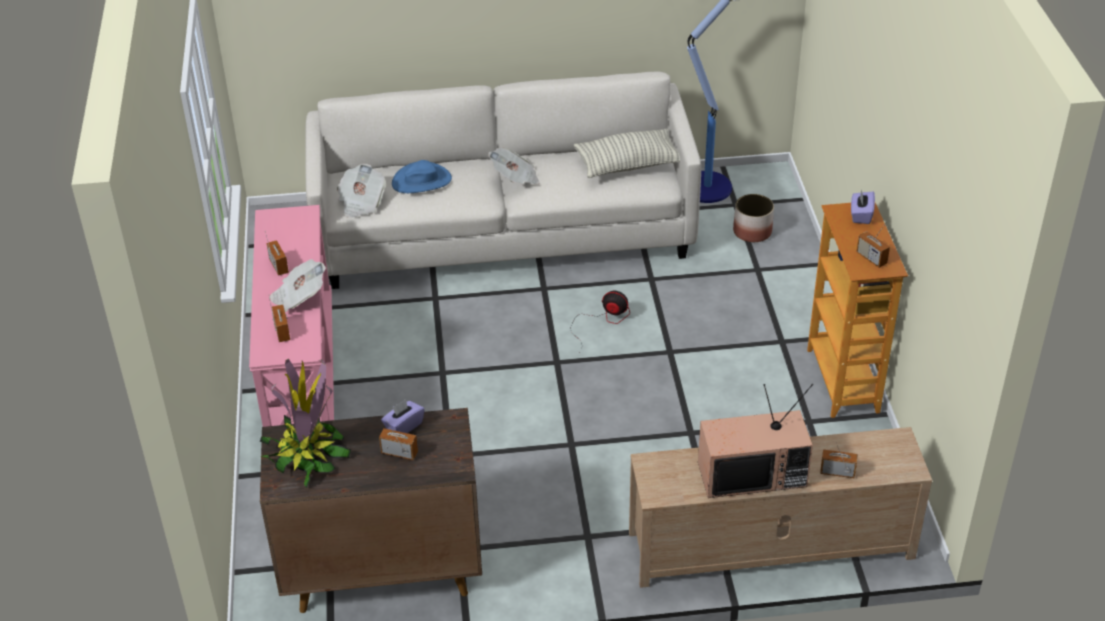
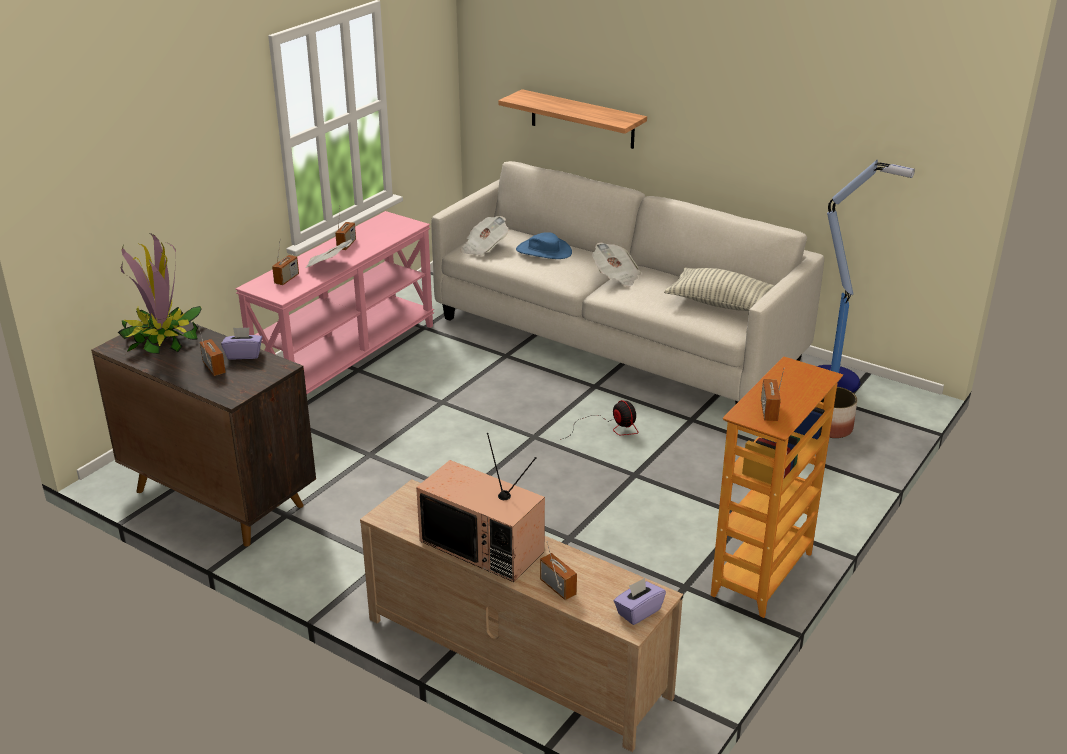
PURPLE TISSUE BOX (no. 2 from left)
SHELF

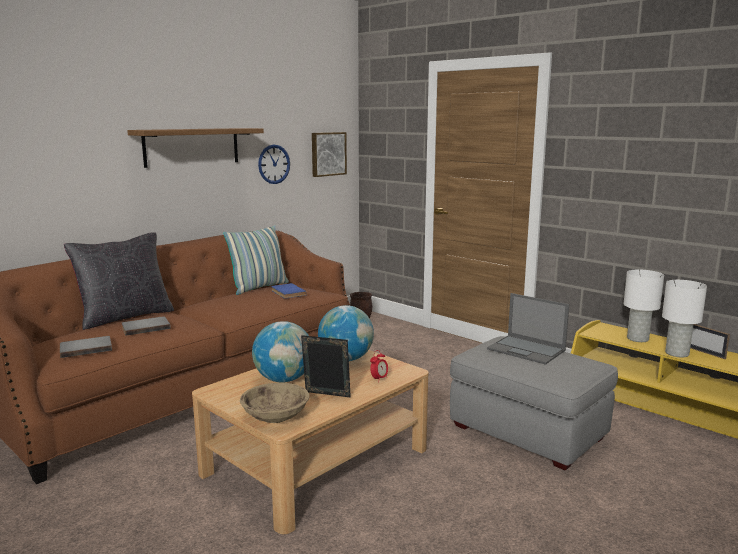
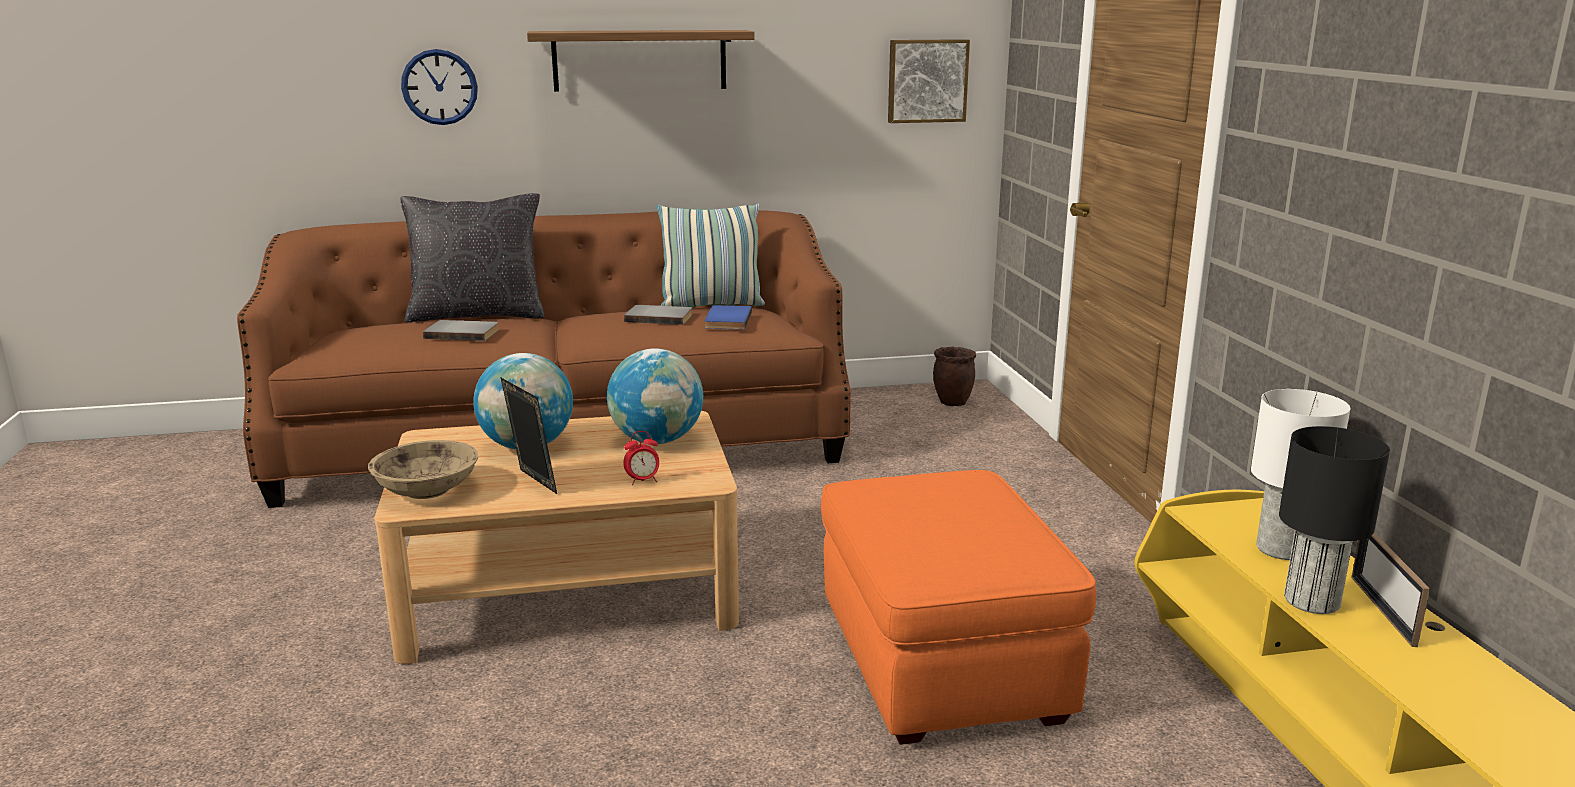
GREY BOOK (no. 2 from left)
WALL CLOCK
ORANGE OTTOMAN
LAPTOP
BLACK TABLE LAMP

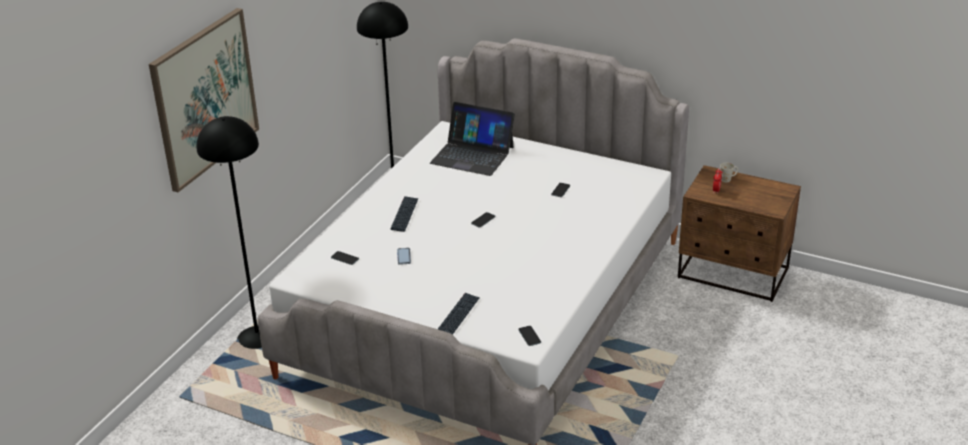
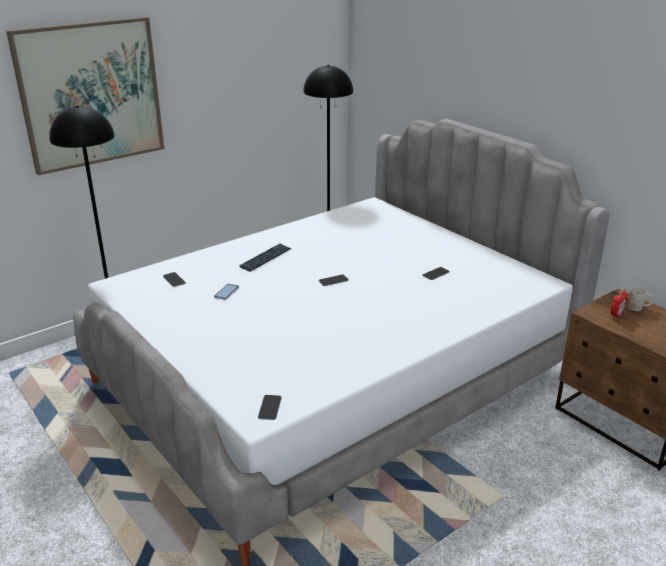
LAPTOP
KEYBOARD (no. 2 from left in the first image)

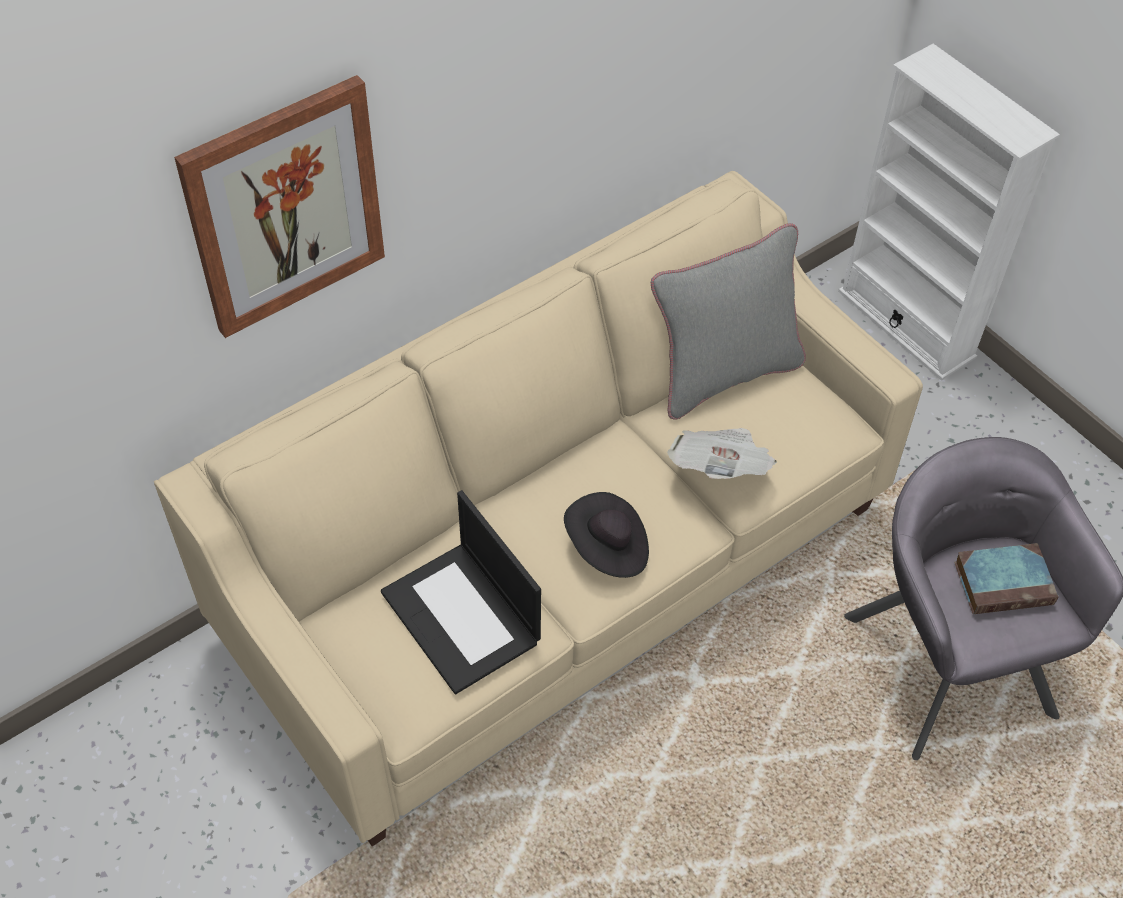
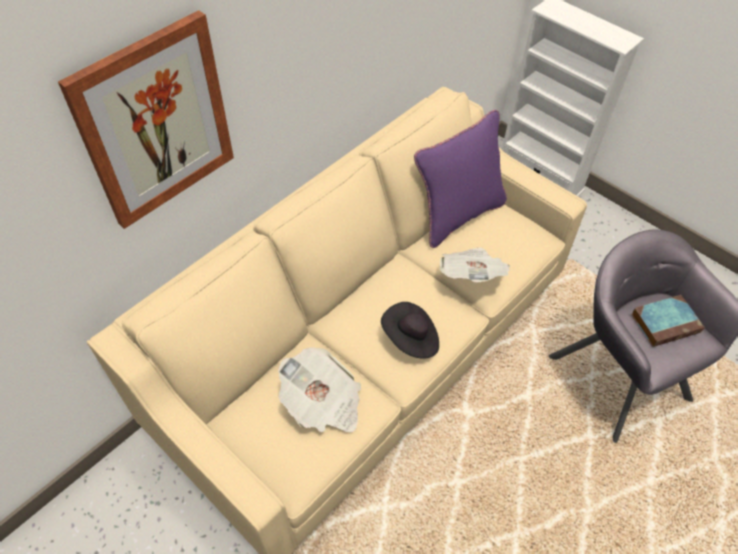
NEWSPAPER (no. 1 from left)
PURPLE PILLOW

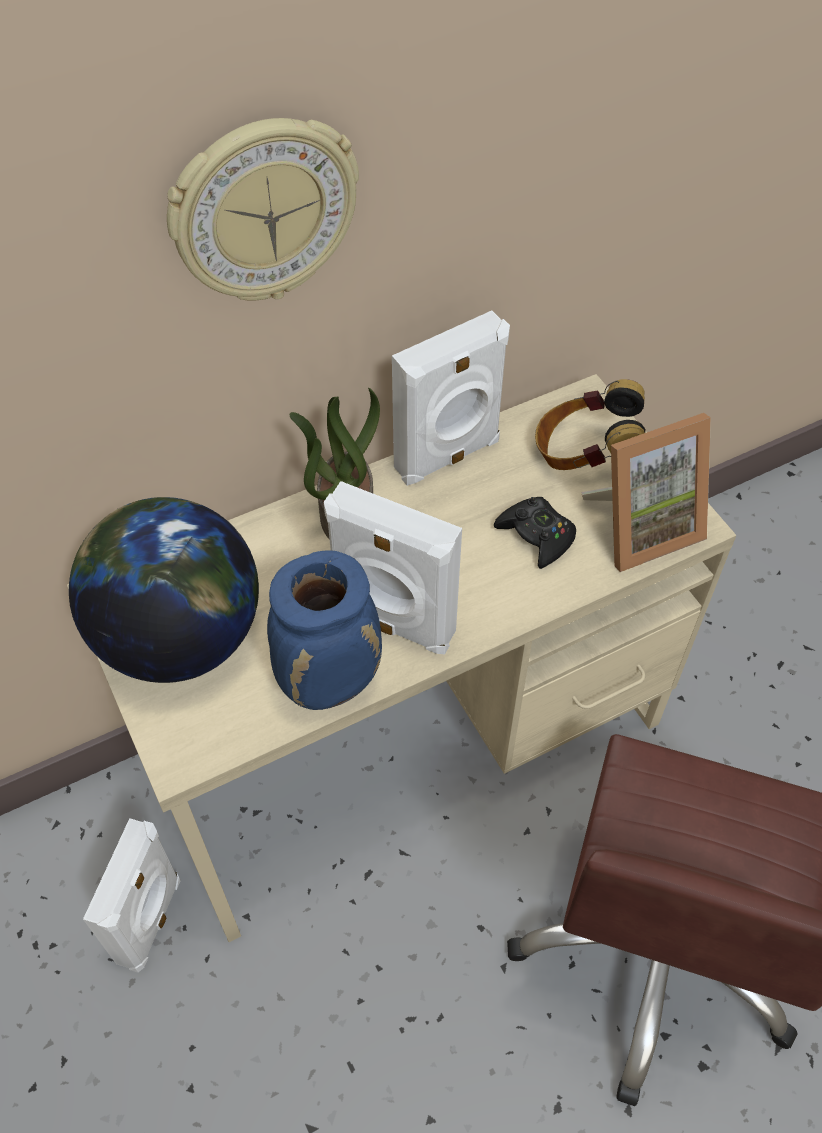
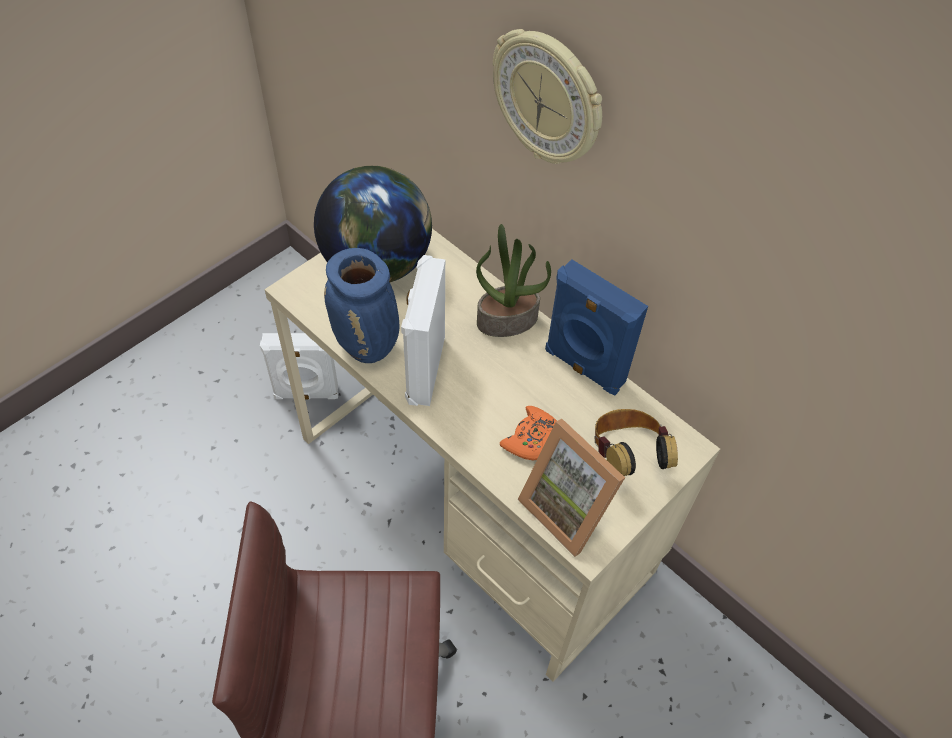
BLUE SPEAKER
ORANGE GAME CONTROLLER

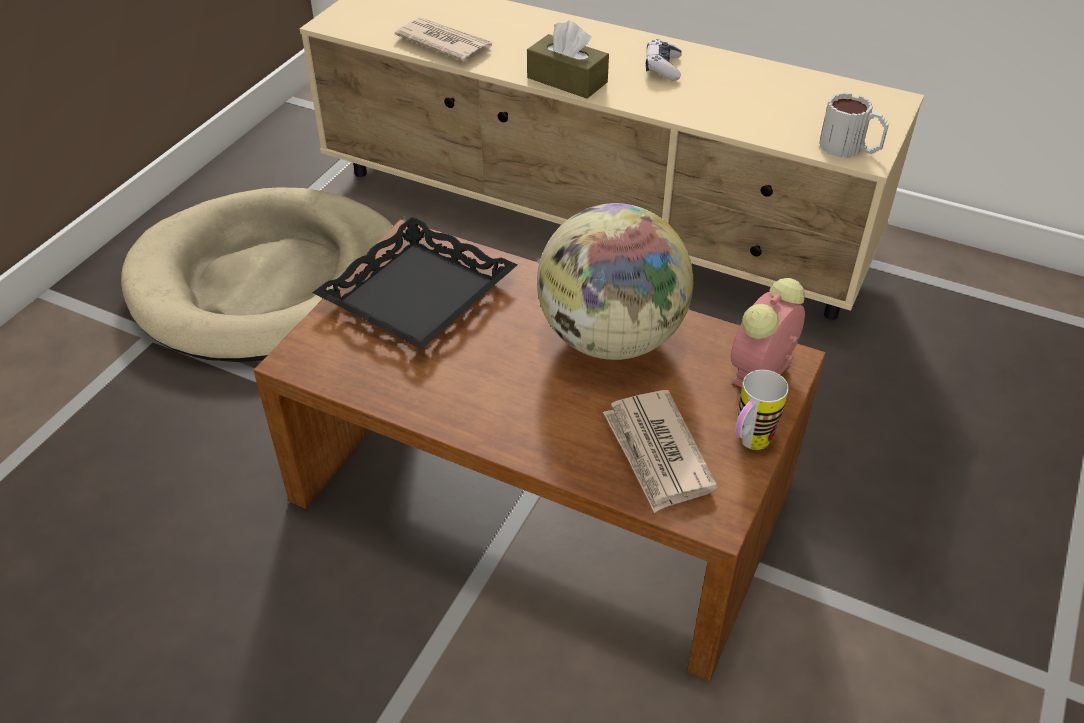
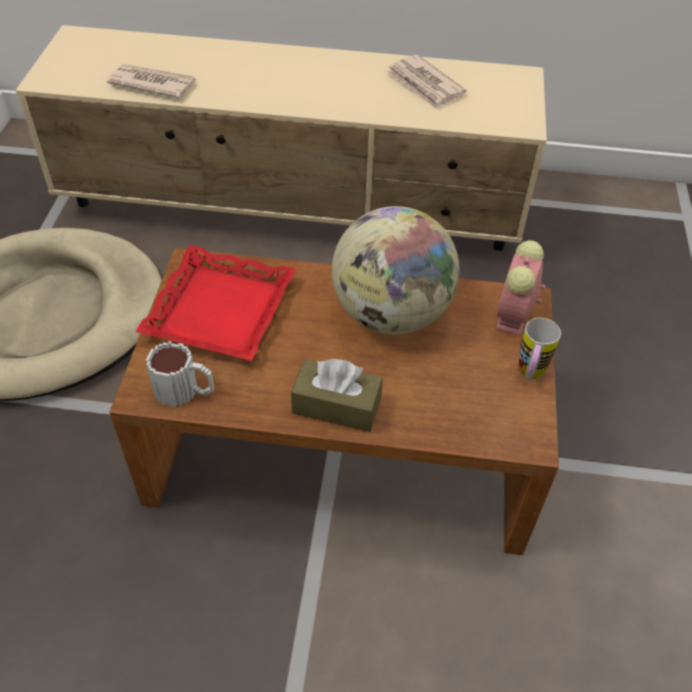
RED TRAY
BROWN TISSUE BOX
NEWSPAPER (no. 2 from left)
GAME CONTROLLER
MUG (no. 1 from left)

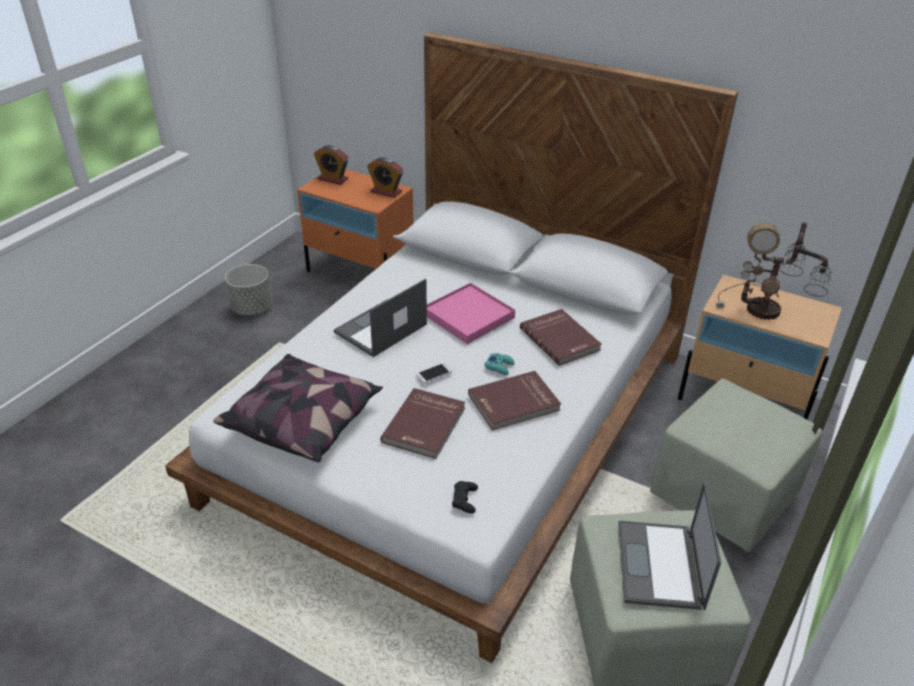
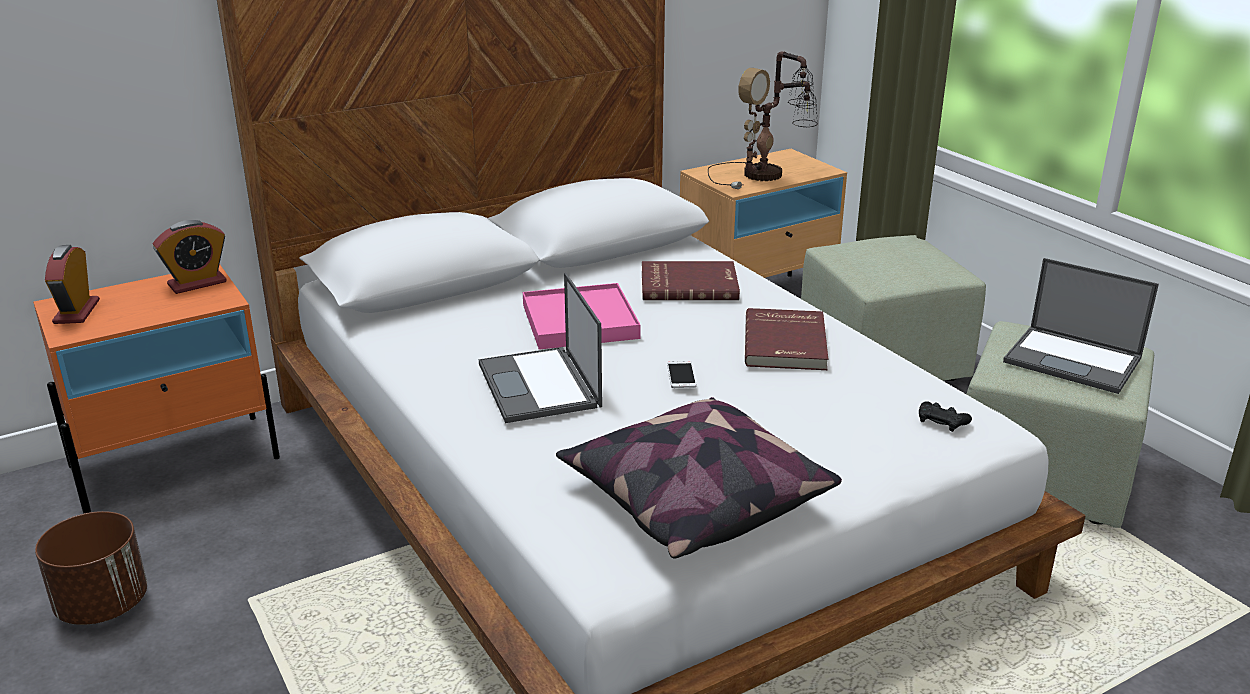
BROWN PLANTER
ALARM CLOCK (no. 1 from left)
RED BOOK (no. 1 from left in the first image)
TURQUOISE GAME CONTROLLER

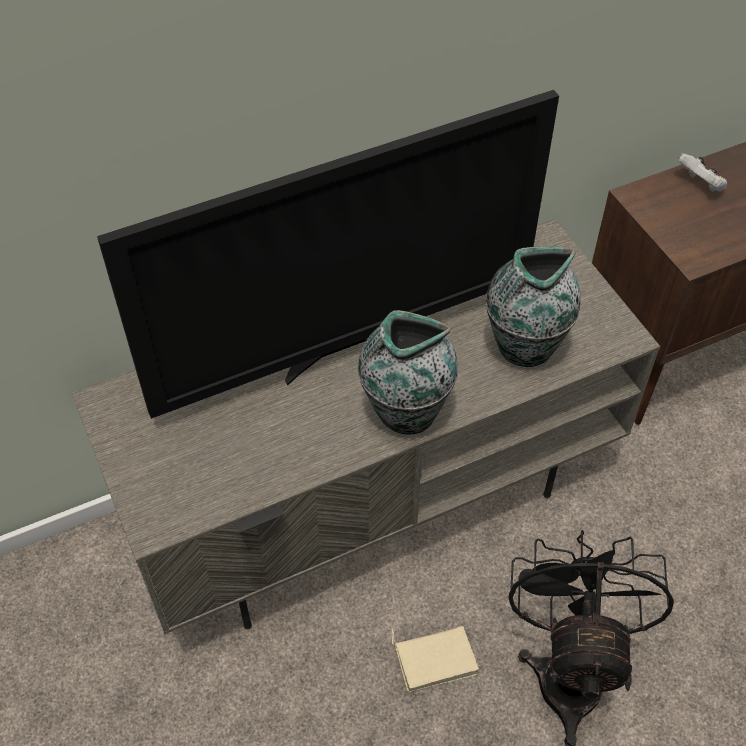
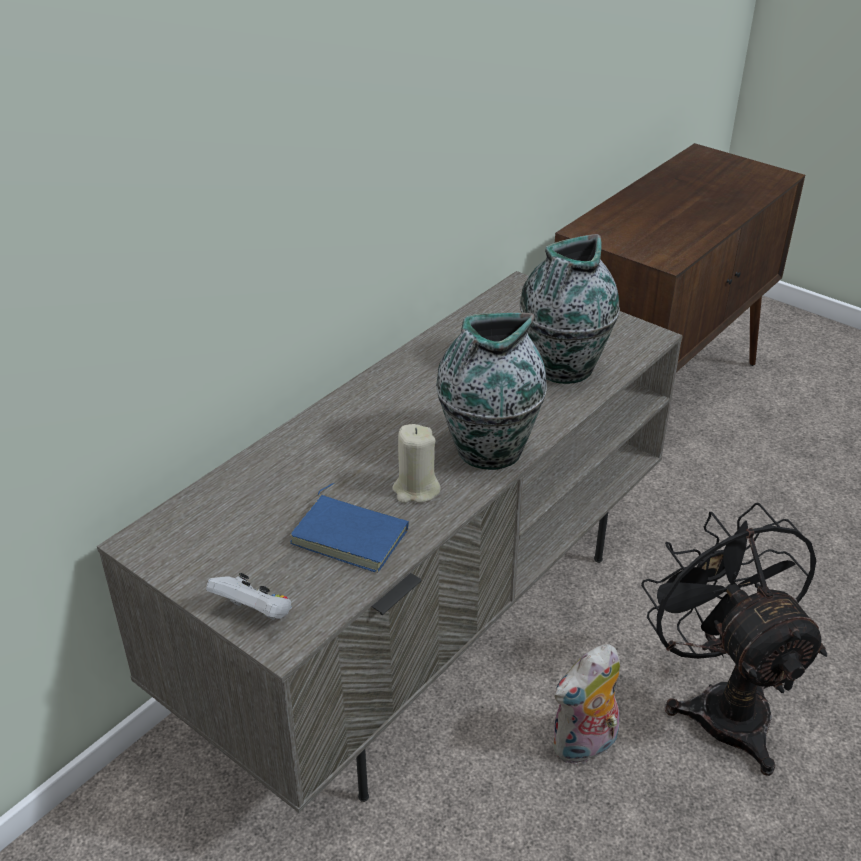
TELEVISION
PLUSH TOY
WHITE GAME CONTROLLER
BLUE BOOK
BEIGE CANDLE

